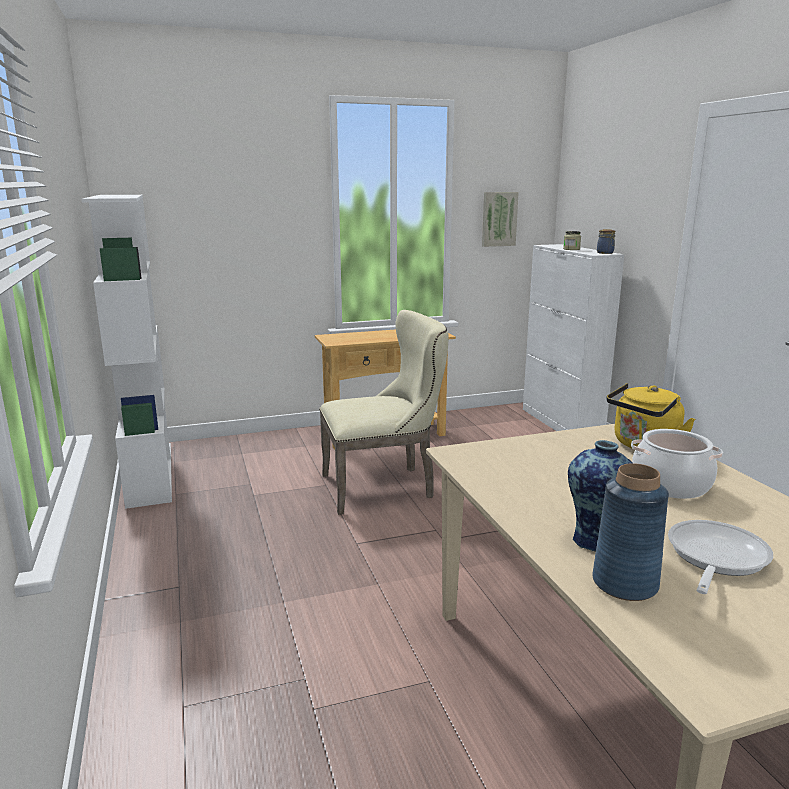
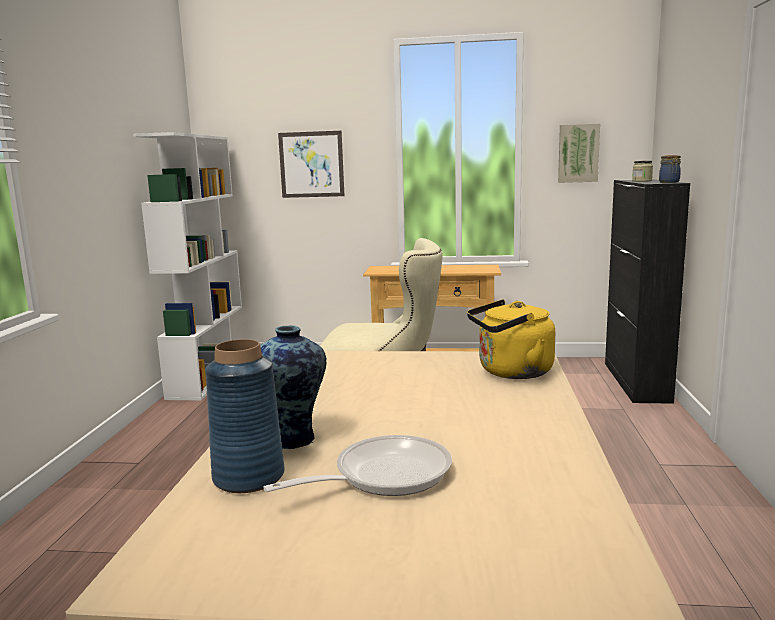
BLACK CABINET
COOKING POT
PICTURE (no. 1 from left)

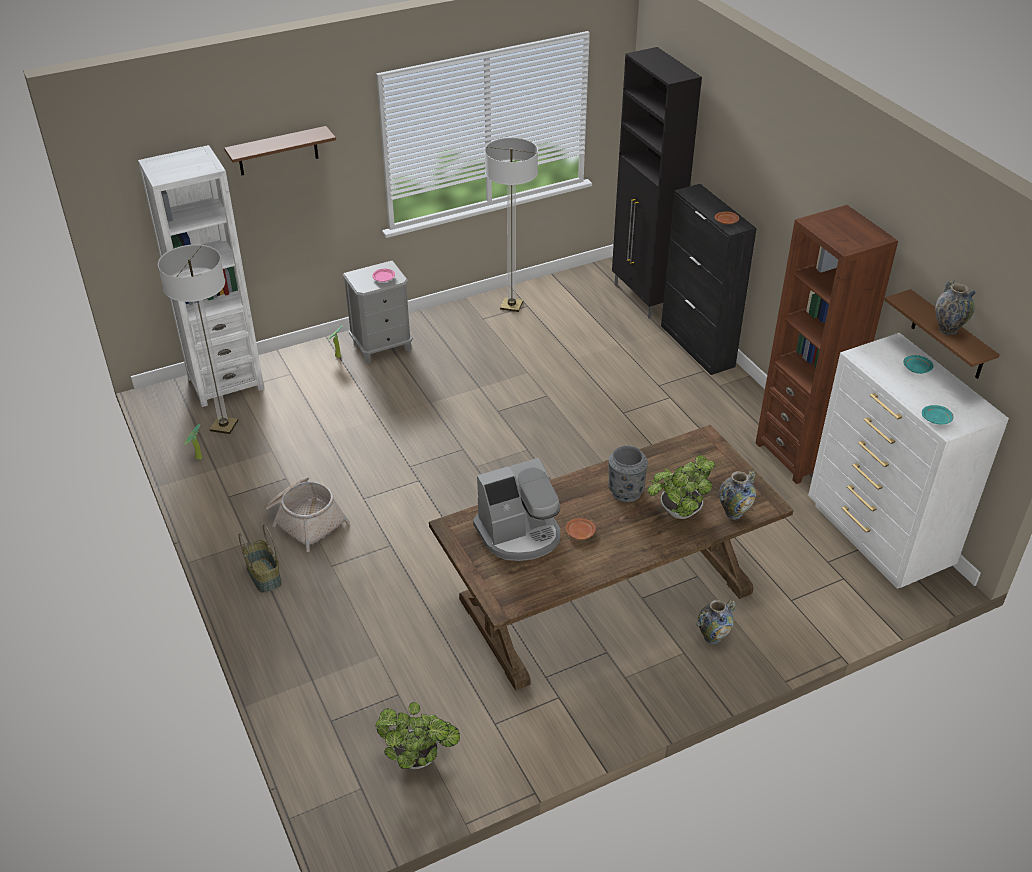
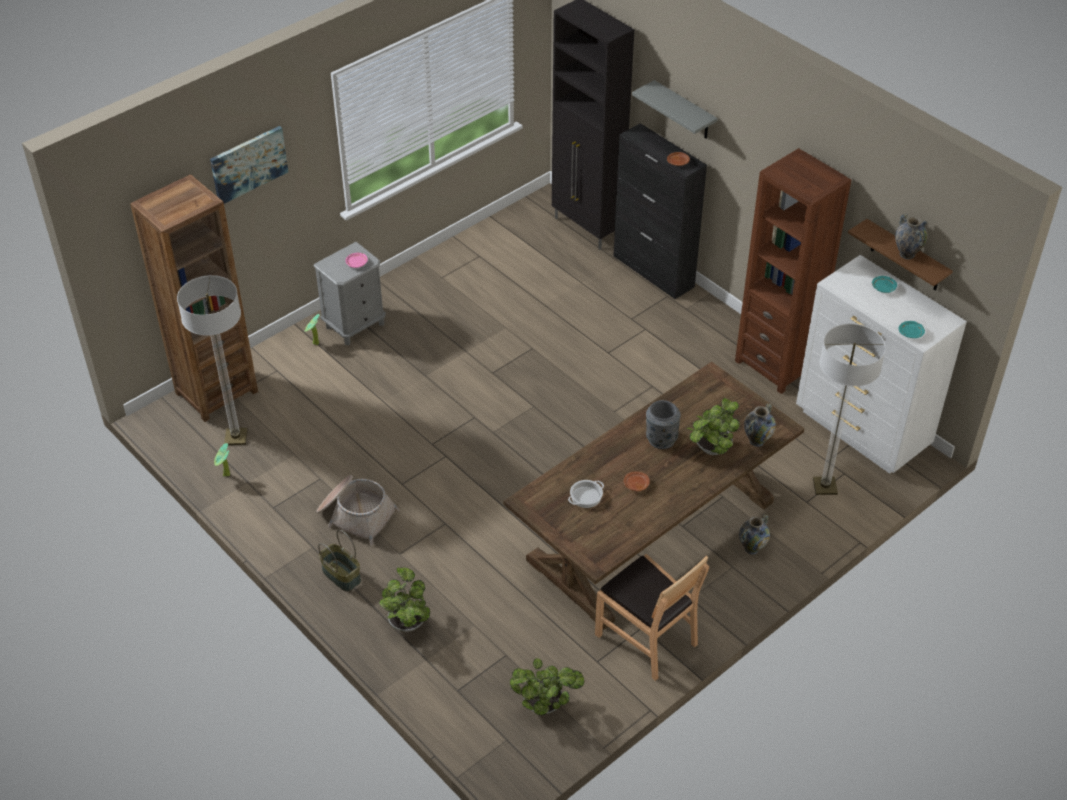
BROWN BOOKCASE (no. 1 from left)
PICTURE
COOKING POT
FLOOR LAMP (no. 2 from left)
POTTED PLANT (no. 3 from left)
BROWN CHAIR
GREY SHELF

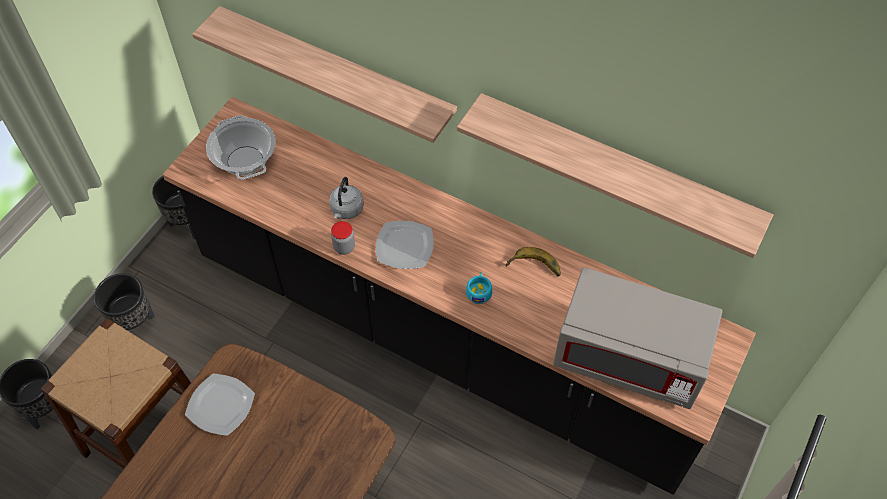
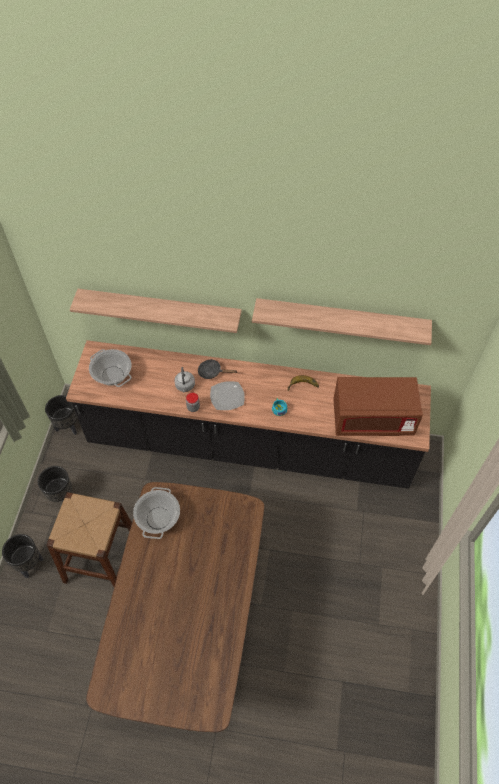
COOKING POT (no. 2 from left)
BROWN MICROWAVE
BLACK FRYING PAN

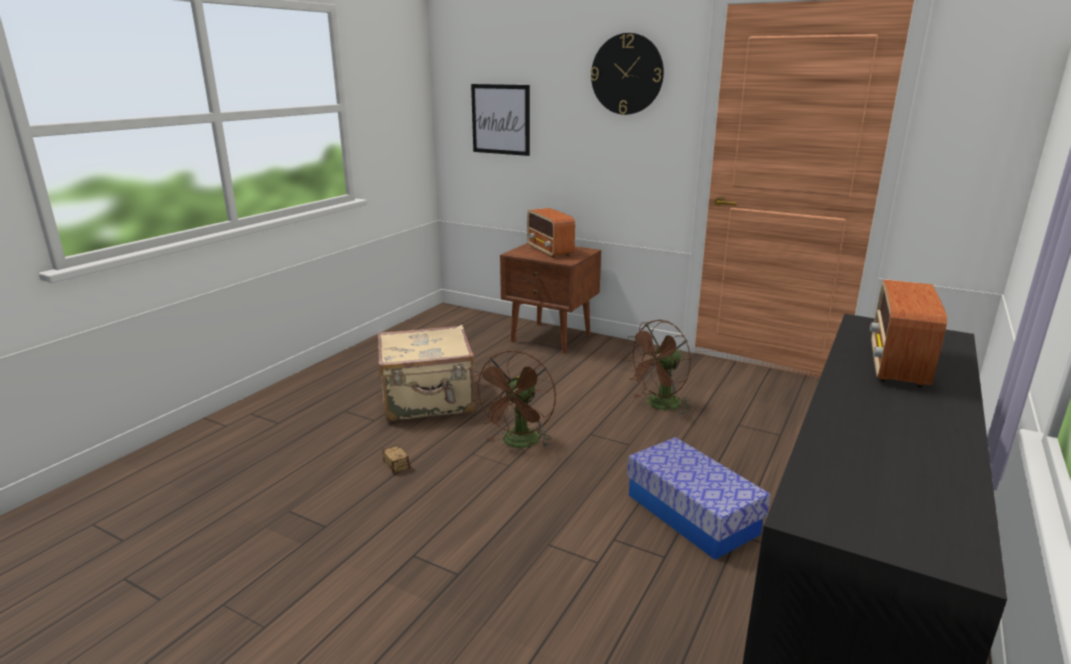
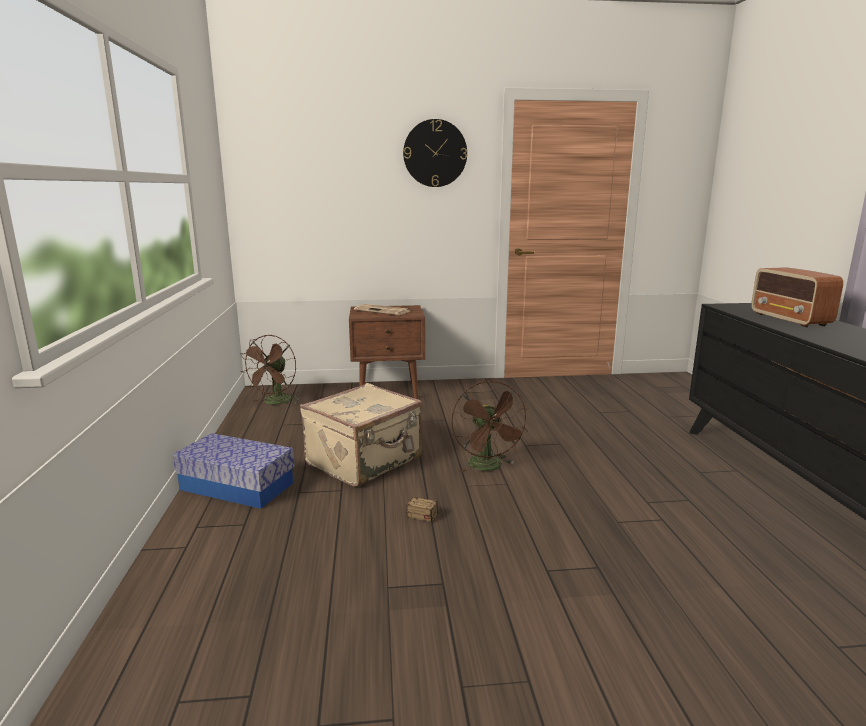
PICTURE
NEWSPAPER
BROWN FAN (no. 1 from left)
STORAGE BOX (no. 1 from left)

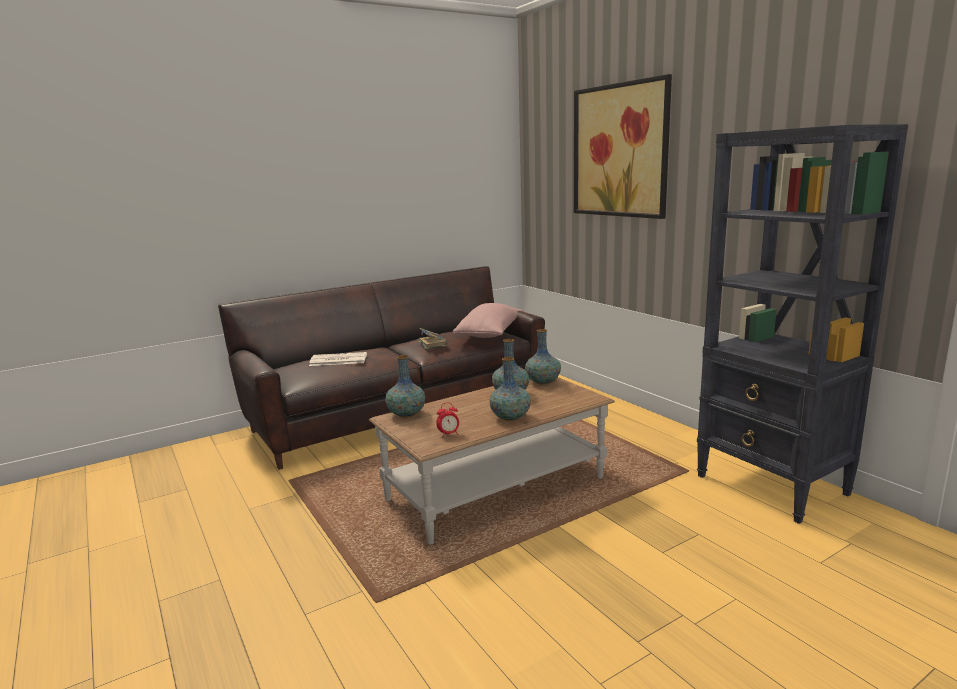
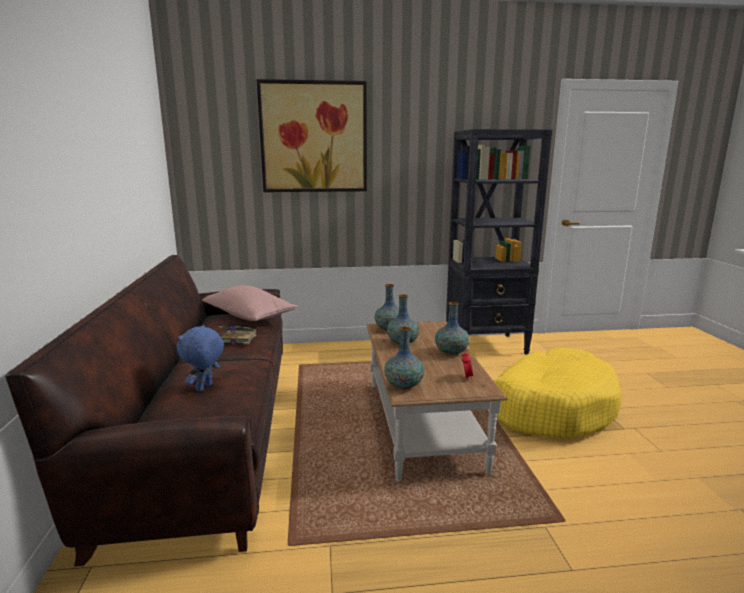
BLUE PLUSH TOY
YELLOW DOG BED

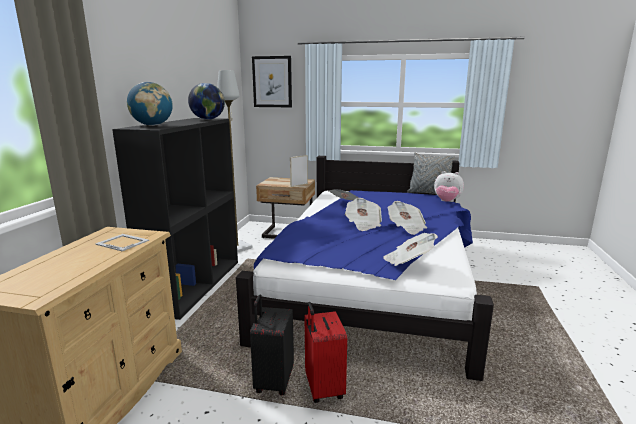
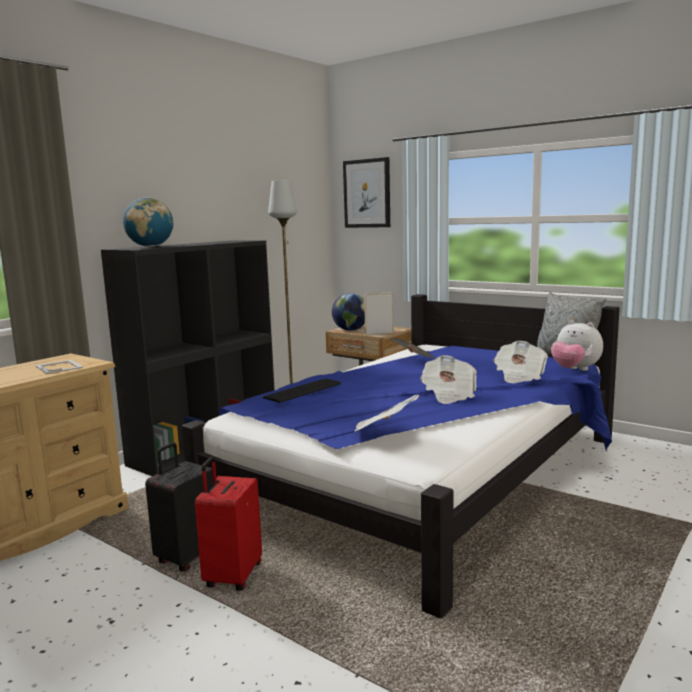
GLOBE (no. 2 from left)
NEWSPAPER (no. 4 from left)
KEYBOARD

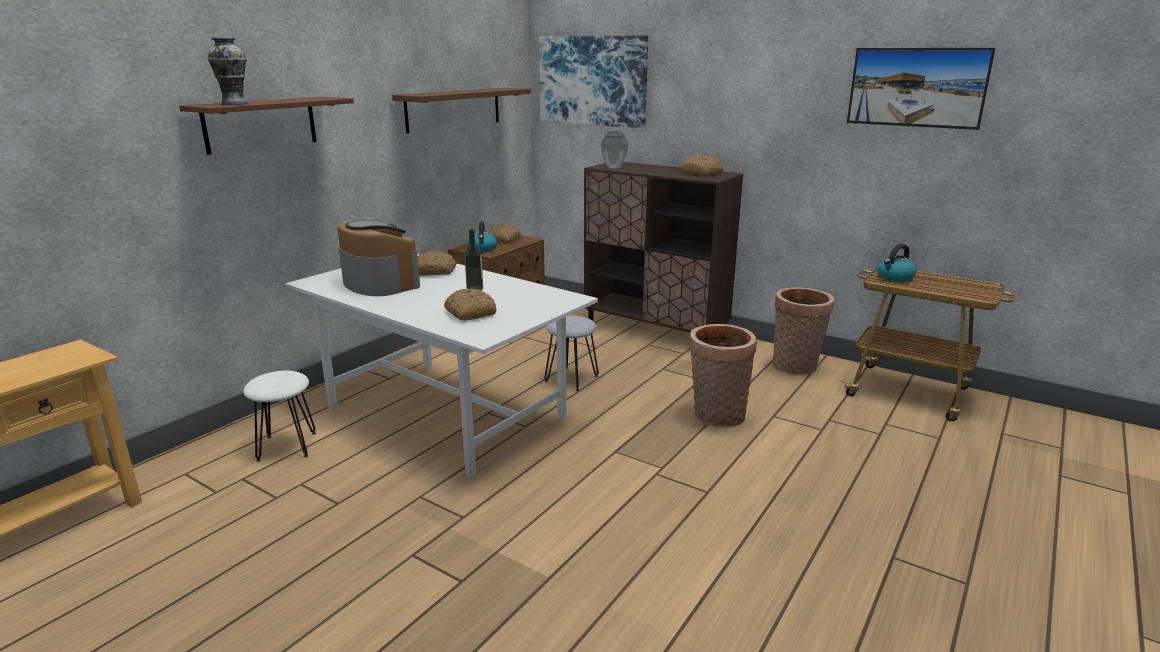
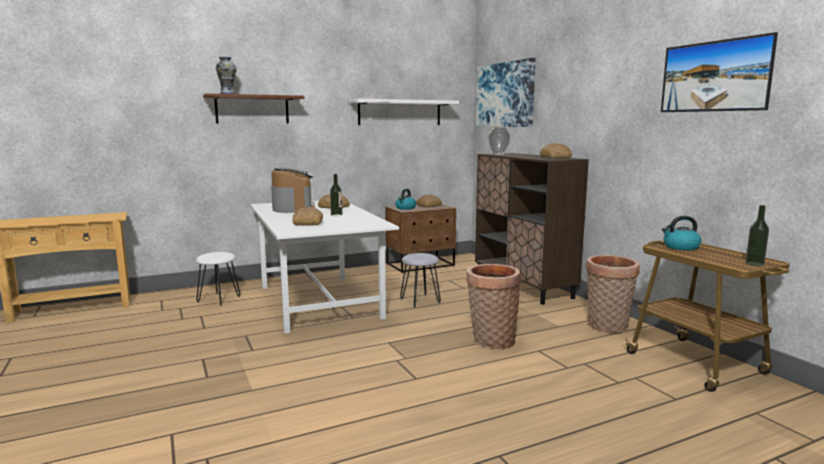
WHITE SHELF
BOTTLE (no. 2 from left)

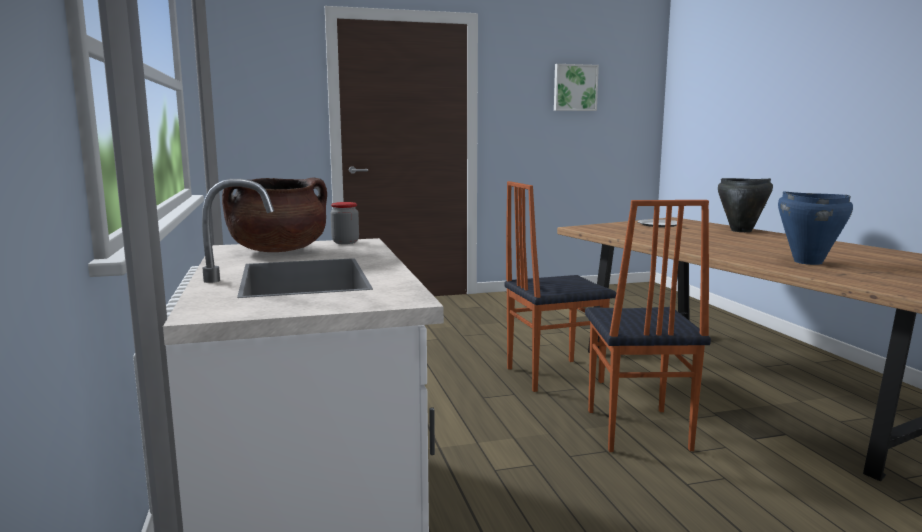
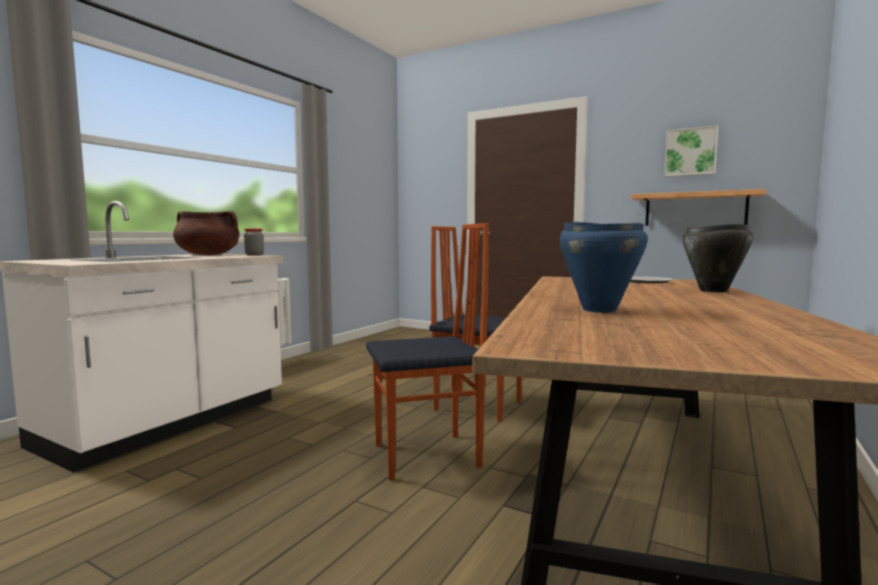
CHAIR (no. 1 from left)
SHELF

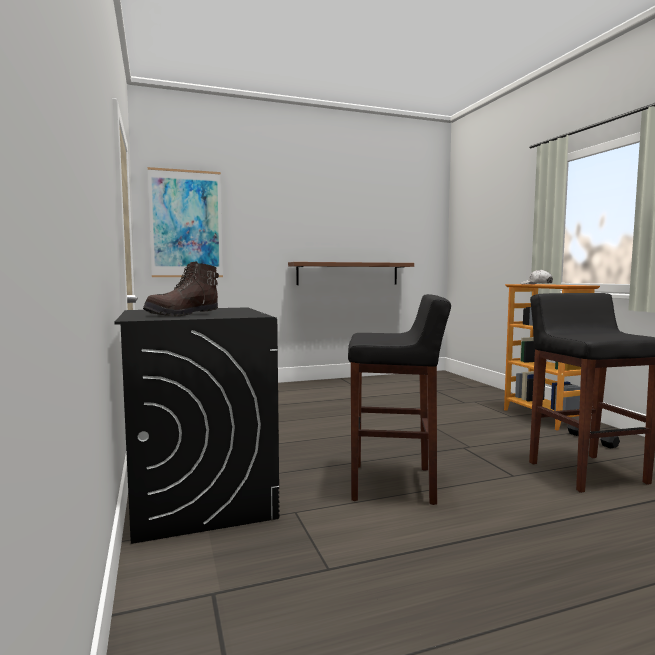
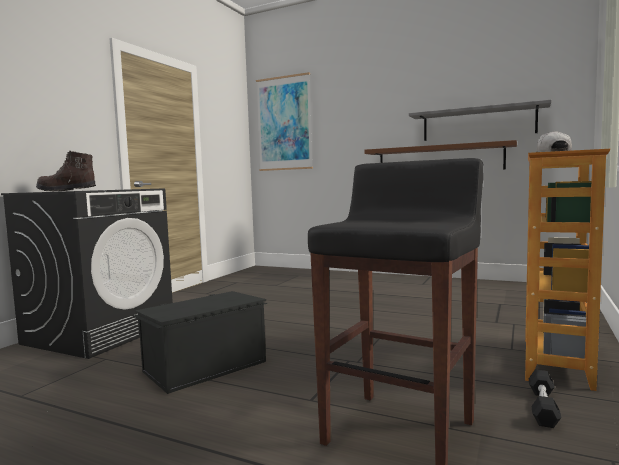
BLACK STORAGE BOX
GREY SHELF

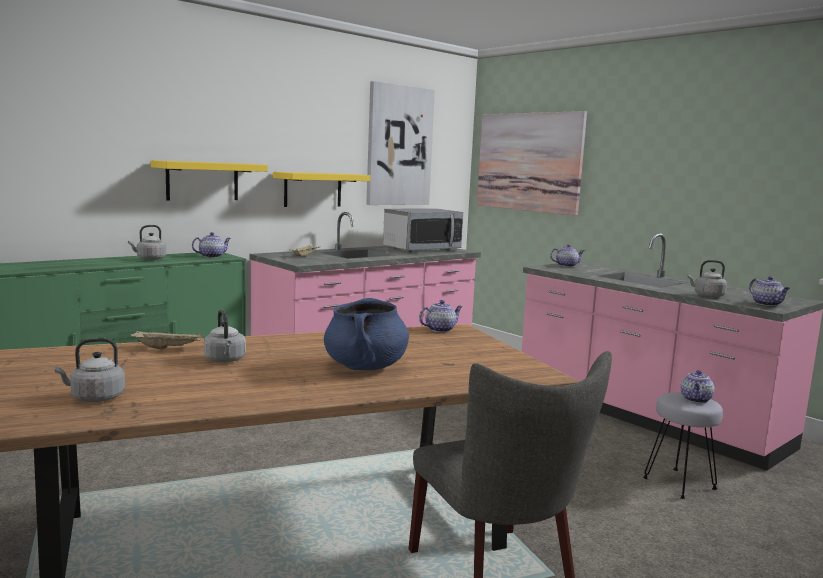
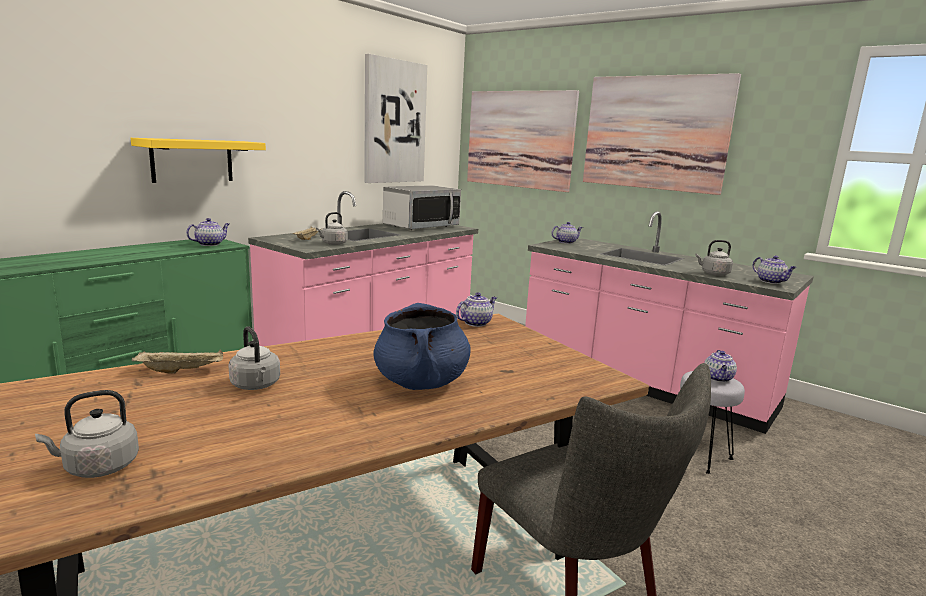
GREY KETTLE (no. 3 from left)
YELLOW SHELF (no. 2 from left in the first image)
PICTURE (no. 3 from left)

